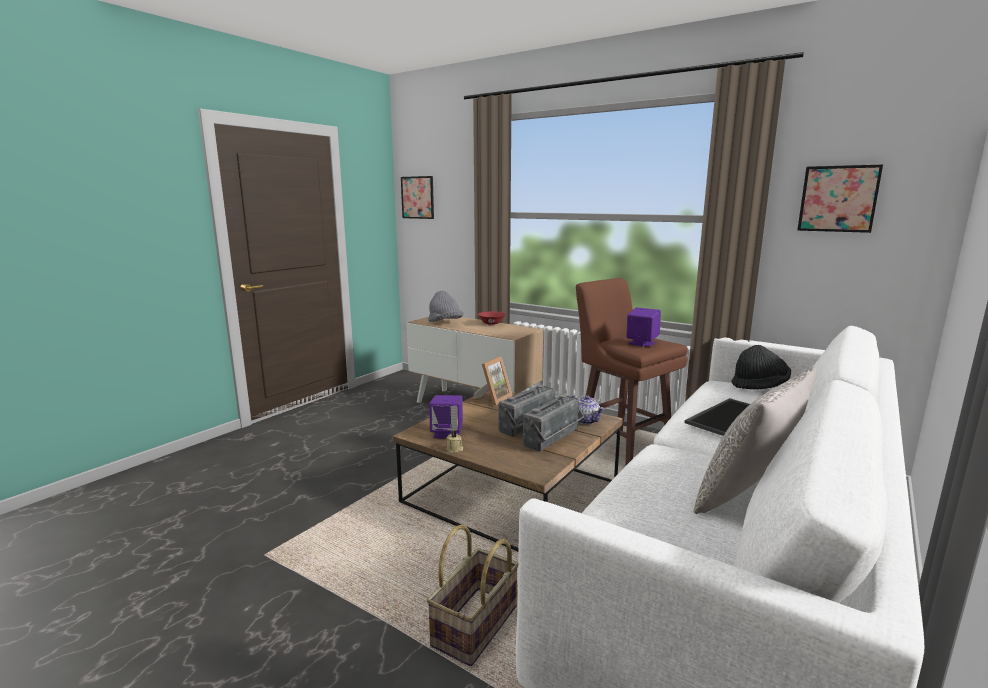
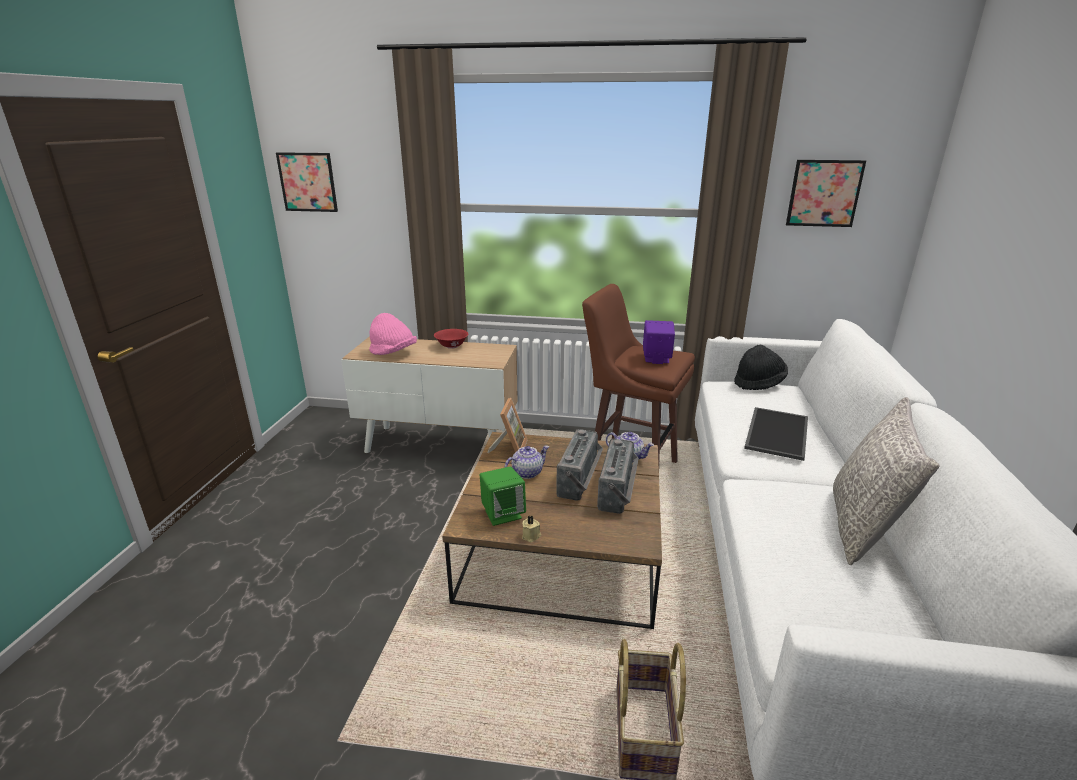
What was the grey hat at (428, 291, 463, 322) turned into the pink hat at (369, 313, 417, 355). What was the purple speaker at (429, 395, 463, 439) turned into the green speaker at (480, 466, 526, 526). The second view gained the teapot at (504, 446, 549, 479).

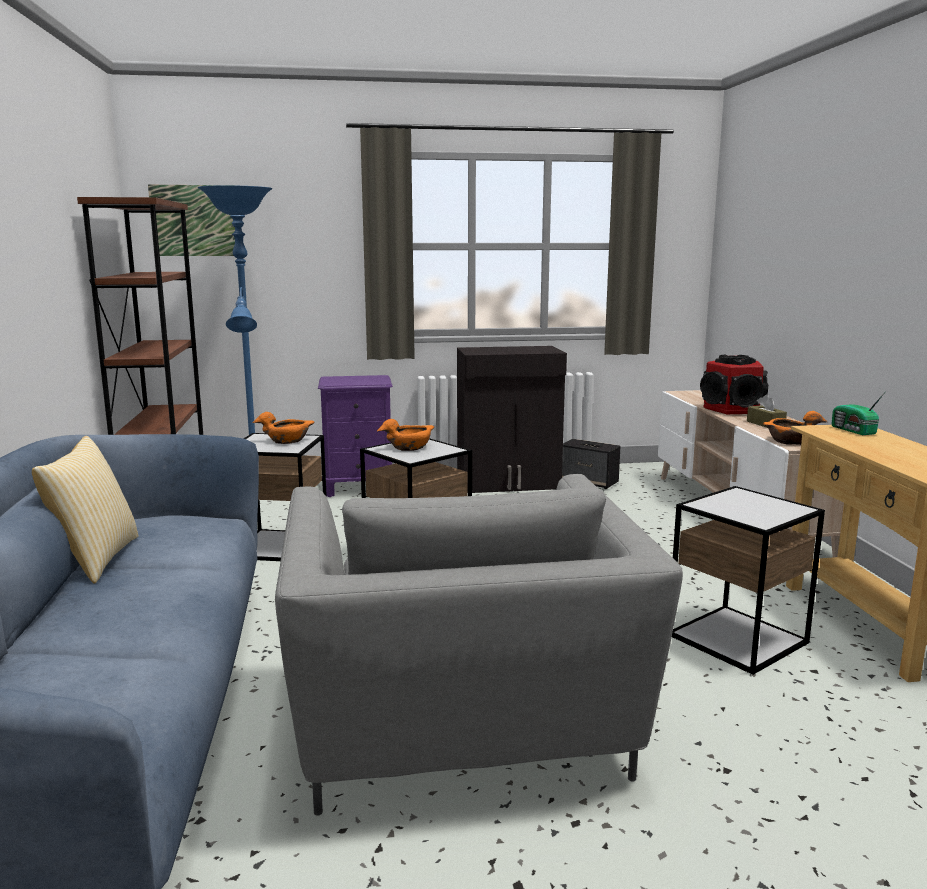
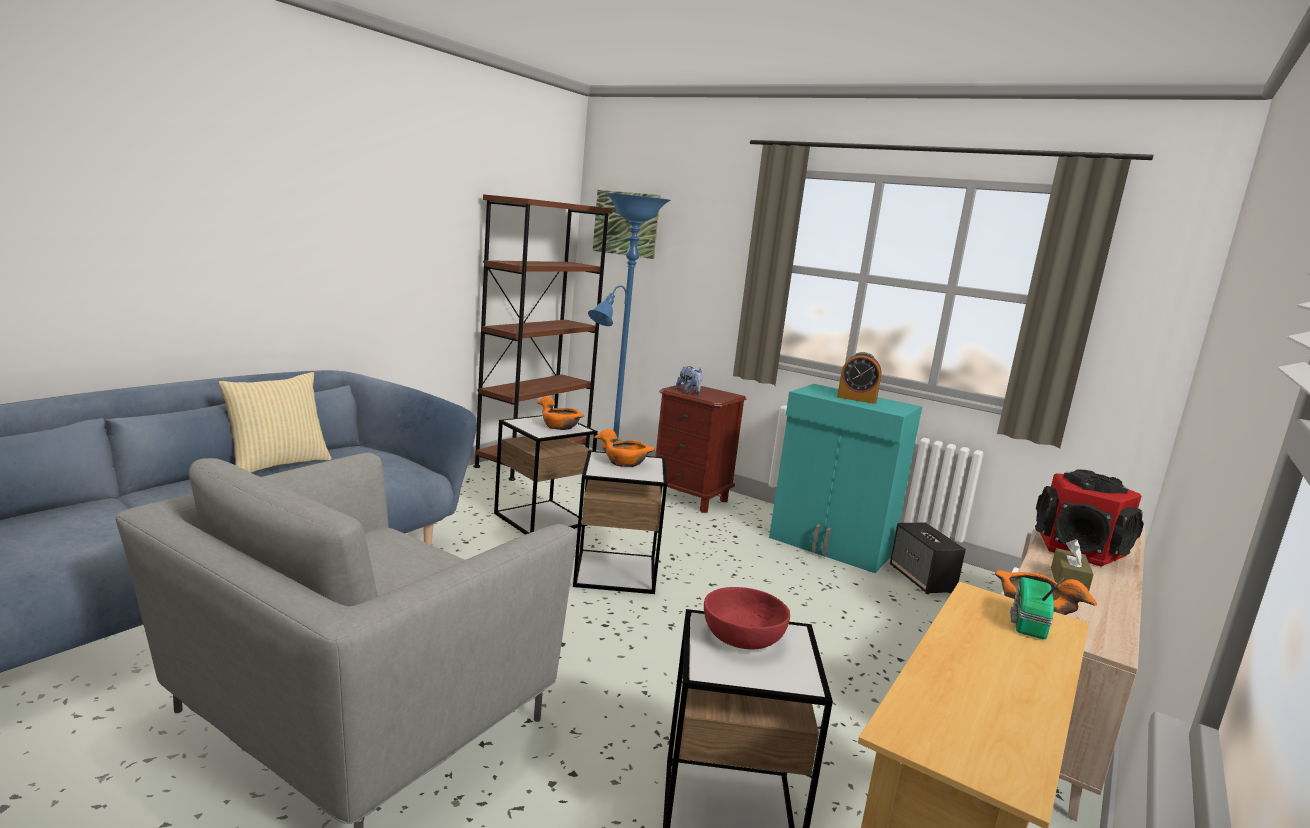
What was the black cabinet at (457, 346, 567, 493) turned into the turquoise cabinet at (769, 384, 922, 573). What was the purple nightstand at (318, 375, 393, 497) turned into the brown nightstand at (655, 384, 747, 513). The second view gained the alarm clock at (837, 352, 881, 404). The second view gained the plush toy at (676, 366, 702, 394). The second view gained the red bowl at (704, 587, 790, 650).

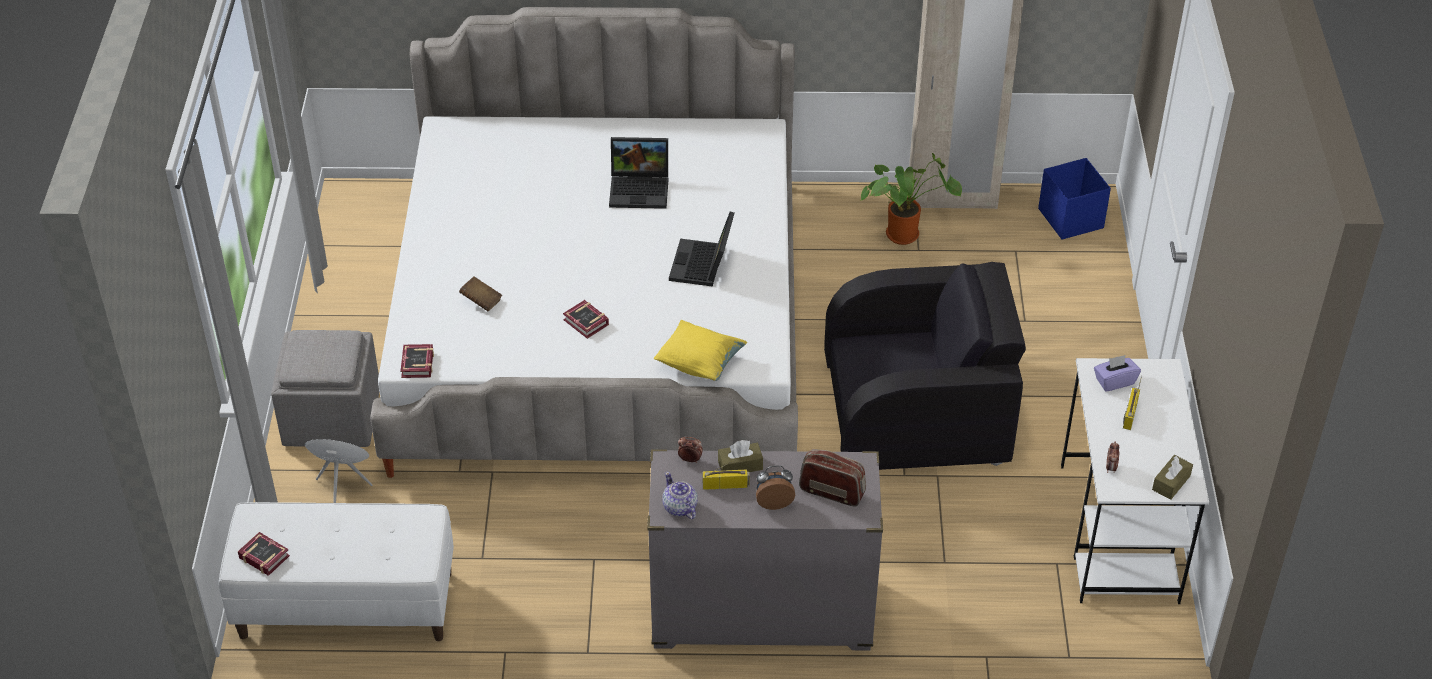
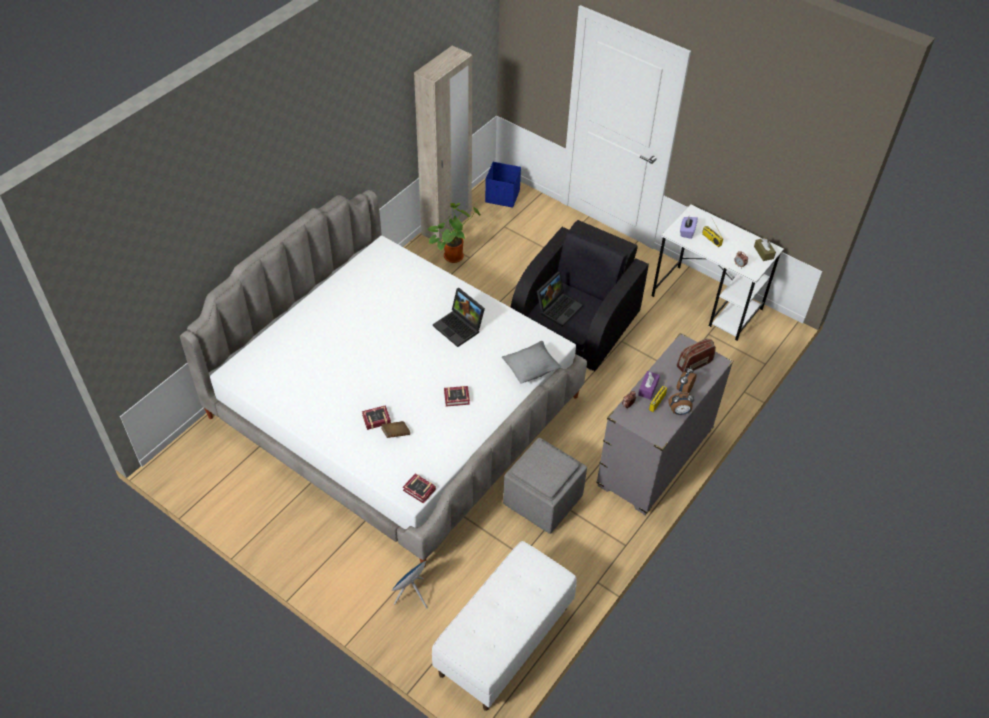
The laptop ended up elsewhere, having gone from (609, 137, 668, 209) to (537, 272, 583, 327). What was the yellow pillow at (654, 320, 747, 381) turned into the grey pillow at (502, 341, 561, 384). The grey ottoman ended up elsewhere, having gone from (271, 330, 379, 447) to (503, 438, 587, 534). What was the brown tissue box at (718, 440, 763, 472) turned into the purple tissue box at (638, 371, 660, 400). The second view lost the teapot at (663, 472, 698, 519). The book ended up elsewhere, having gone from (238, 532, 290, 576) to (362, 405, 391, 430). The second view gained the alarm clock at (668, 392, 694, 415).

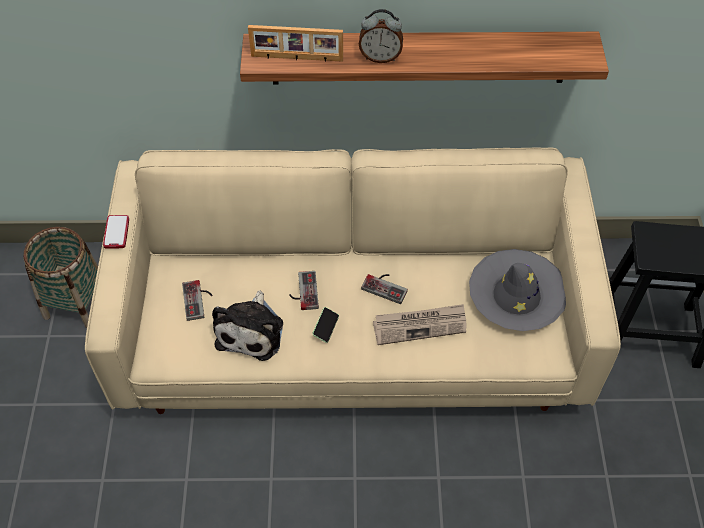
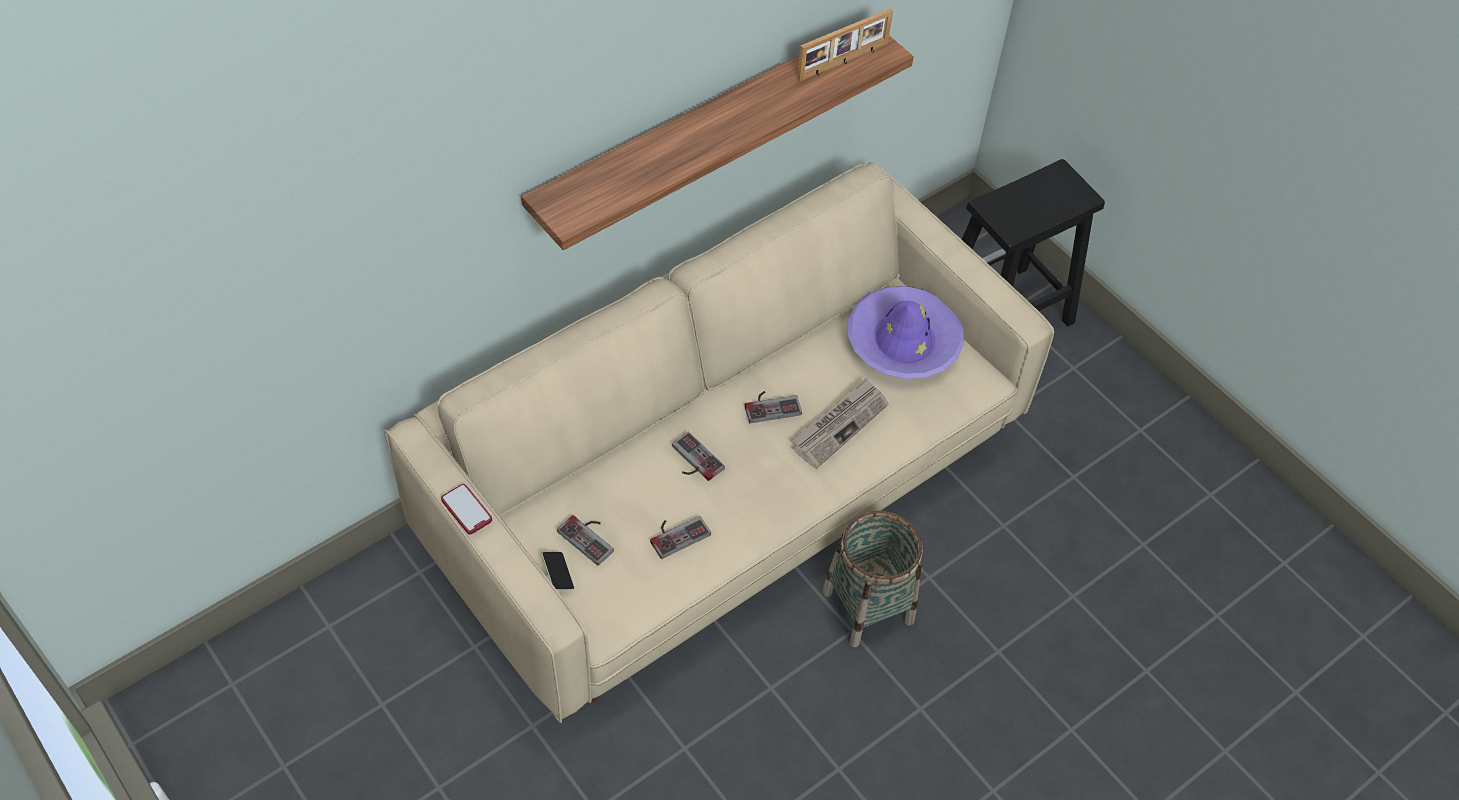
The second view lost the alarm clock at (359, 9, 403, 63). The picture frame ended up elsewhere, having gone from (248, 25, 343, 62) to (797, 8, 893, 81). The basket ended up elsewhere, having gone from (24, 227, 98, 328) to (822, 511, 923, 647). What was the grey hat at (469, 249, 566, 331) turned into the purple hat at (847, 286, 964, 379). Where the plush toy stood at (212, 290, 283, 361), the game controller came to stand at (650, 516, 711, 559). The phone ended up elsewhere, having gone from (312, 307, 339, 343) to (541, 552, 574, 591).

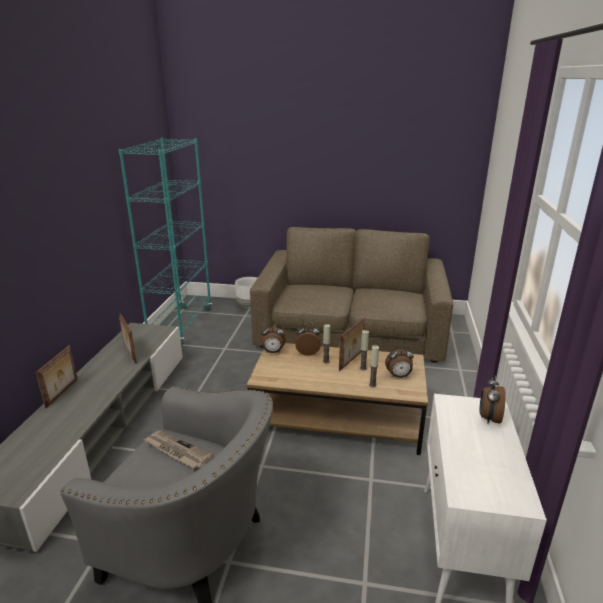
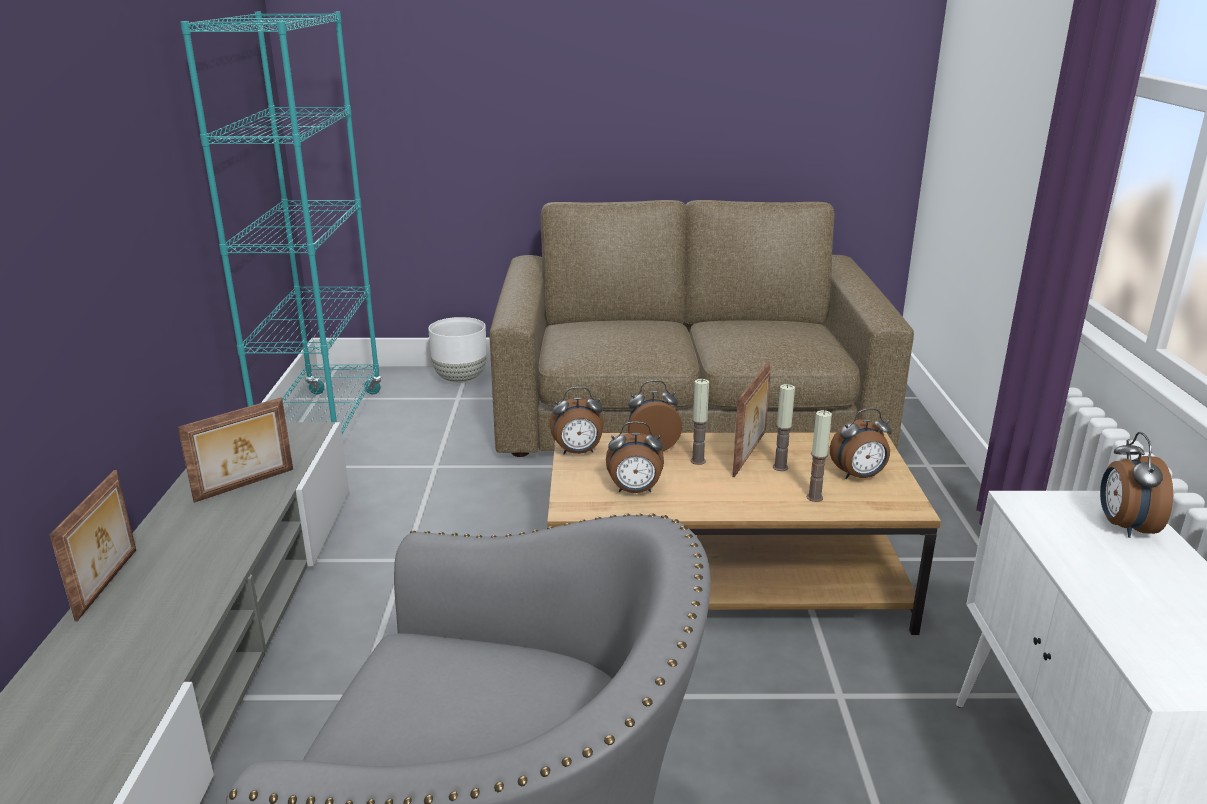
The picture frame at (119, 313, 137, 364) ended up facing another way, 90 degrees counterclockwise from before. The second view lost the newspaper at (143, 431, 213, 469). The second view gained the alarm clock at (606, 422, 664, 493).

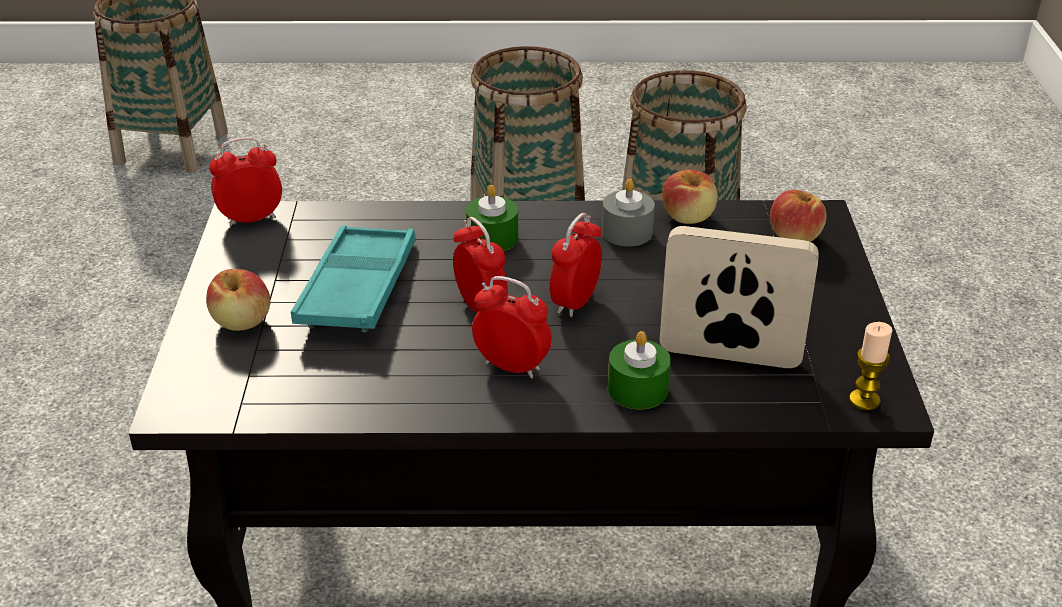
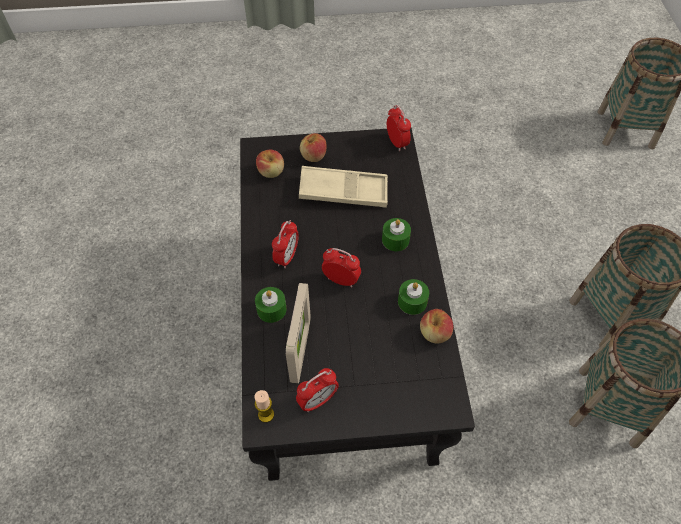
What was the grey candle at (602, 179, 655, 246) turned into the green candle at (398, 279, 429, 315). The apple ended up elsewhere, having gone from (770, 190, 826, 242) to (256, 150, 284, 178). The alarm clock ended up elsewhere, having gone from (453, 217, 508, 313) to (296, 368, 339, 412). What was the turquoise tray at (291, 225, 416, 332) turned into the beige tray at (299, 166, 388, 208).

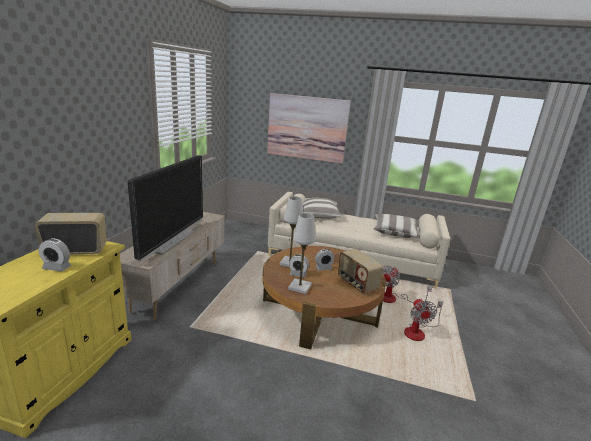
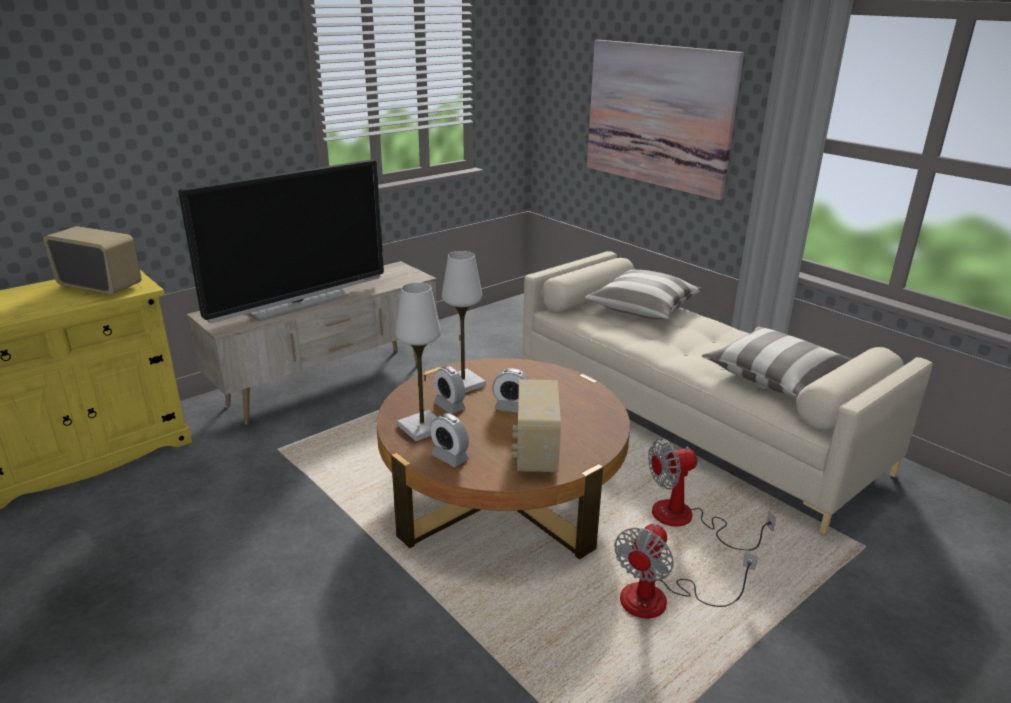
The alarm clock ended up elsewhere, having gone from (38, 239, 72, 272) to (430, 413, 469, 467).

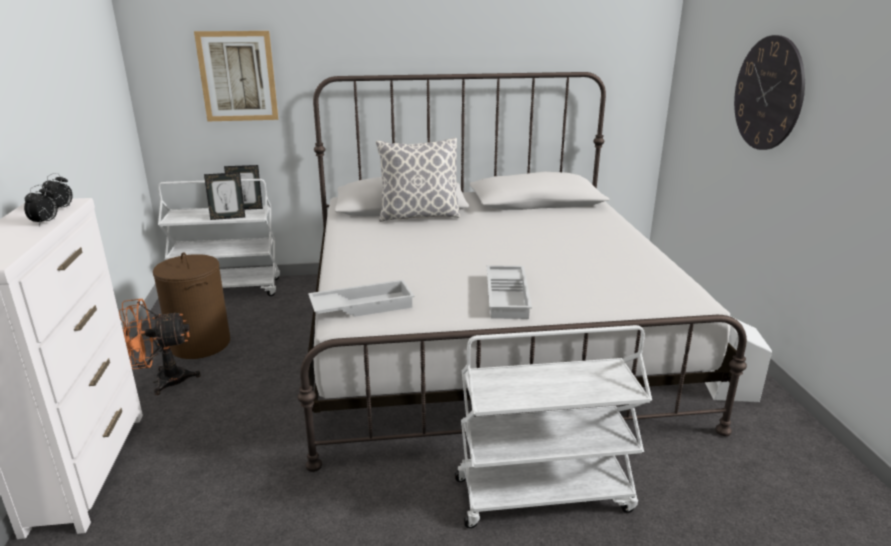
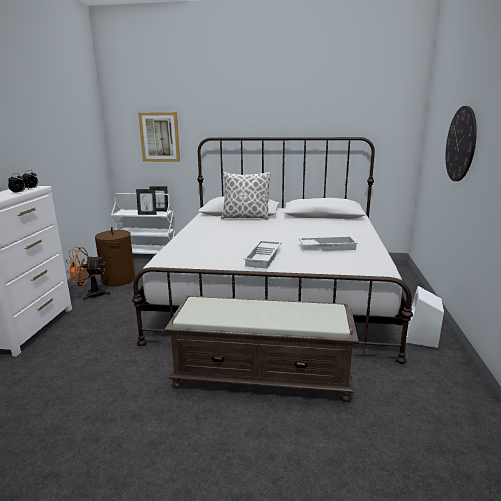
The white tray ended up elsewhere, having gone from (308, 280, 415, 317) to (299, 236, 358, 251). Where the white cart stood at (455, 325, 652, 528), the brown bench came to stand at (164, 296, 359, 402).

